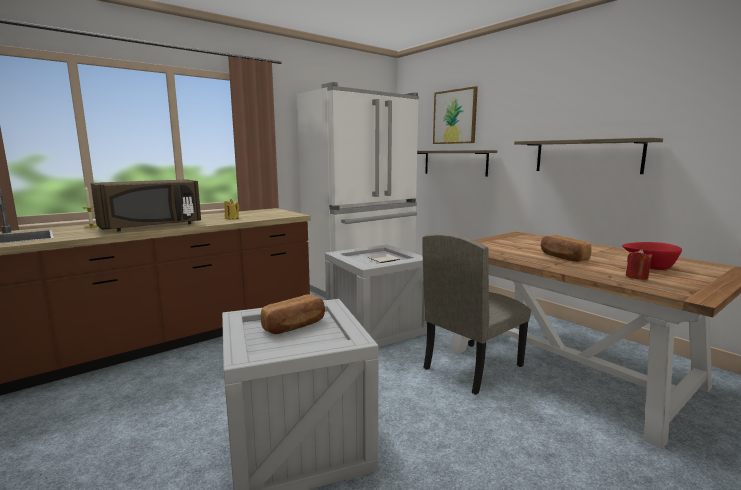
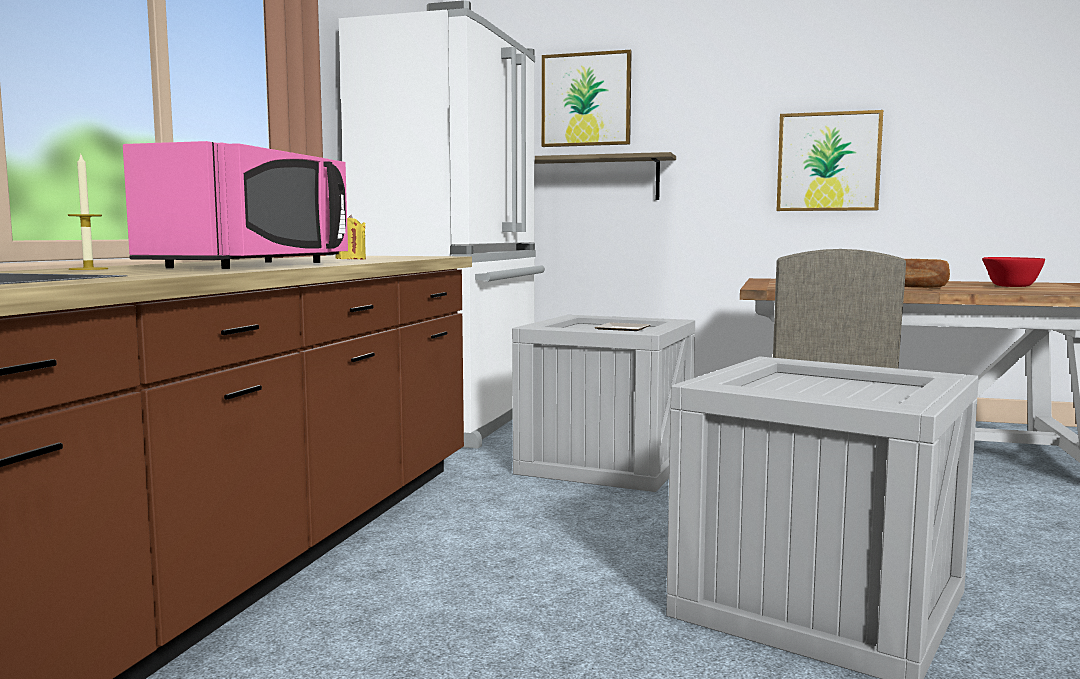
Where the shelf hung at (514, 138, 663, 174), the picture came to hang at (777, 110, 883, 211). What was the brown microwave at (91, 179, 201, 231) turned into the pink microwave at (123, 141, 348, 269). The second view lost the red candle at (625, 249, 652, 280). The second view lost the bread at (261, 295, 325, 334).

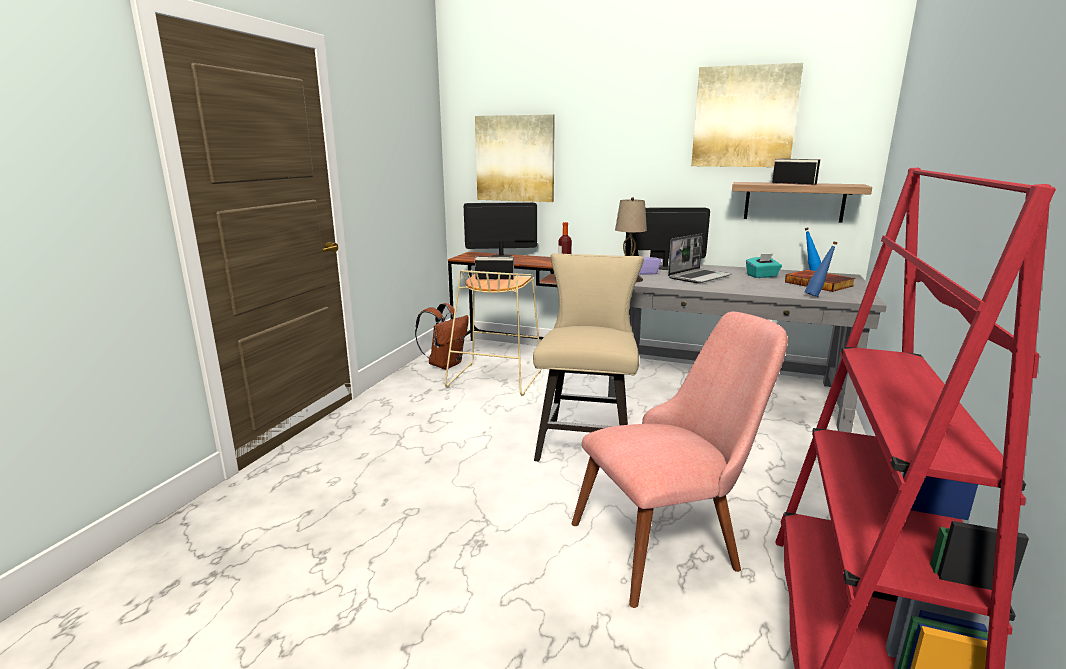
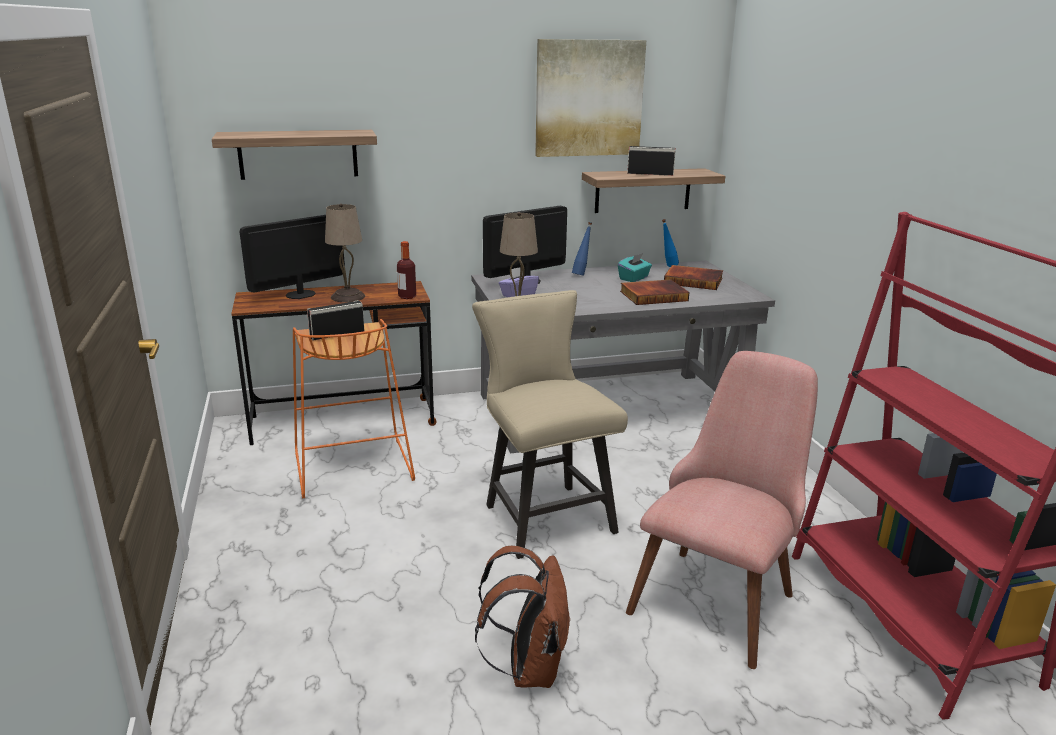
Where the picture hung at (475, 114, 555, 202), the shelf came to hang at (212, 130, 377, 180). The second view lost the laptop at (668, 233, 732, 284). The blue bottle ended up elsewhere, having gone from (805, 241, 837, 297) to (572, 222, 592, 276). What was the beige stool at (445, 270, 541, 396) turned into the orange stool at (293, 319, 415, 498). The brown backpack ended up elsewhere, having gone from (415, 303, 469, 370) to (475, 546, 571, 688). The second view gained the beige table lamp at (325, 204, 365, 302). The second view gained the book at (620, 279, 689, 305).

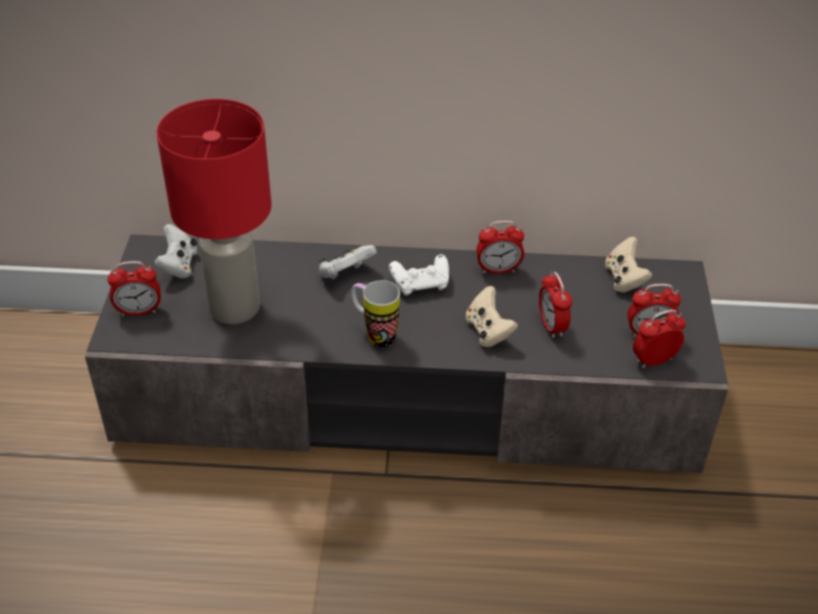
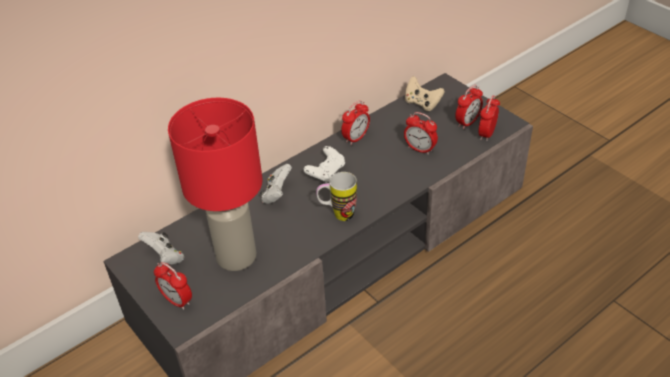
The alarm clock at (107, 261, 161, 317) ended up facing another way, 90 degrees clockwise from before. The second view lost the beige game controller at (466, 286, 518, 347).

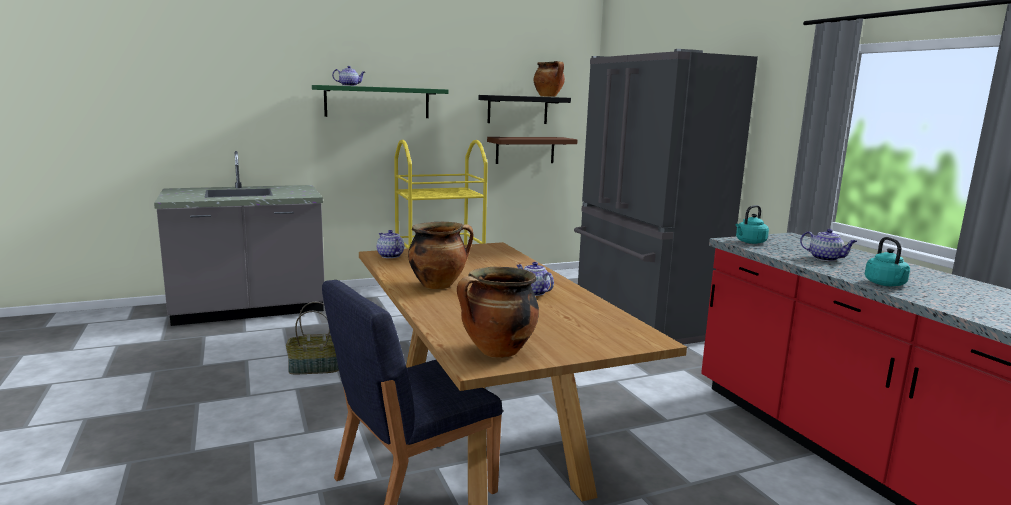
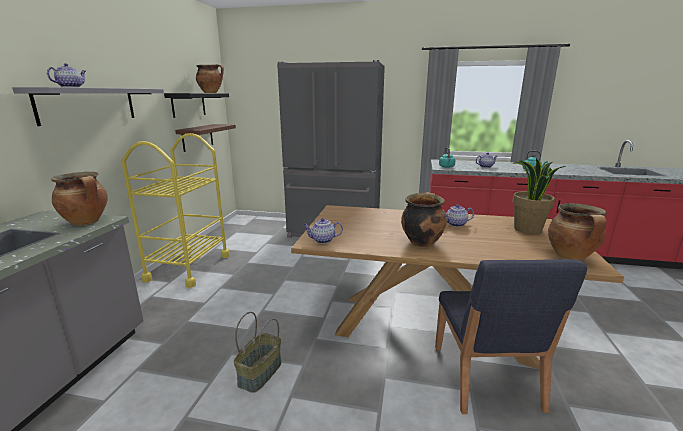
What was the green shelf at (312, 85, 449, 118) turned into the grey shelf at (12, 87, 164, 126). The second view gained the potted plant at (512, 158, 566, 234). The second view gained the cooking pot at (51, 172, 108, 225).

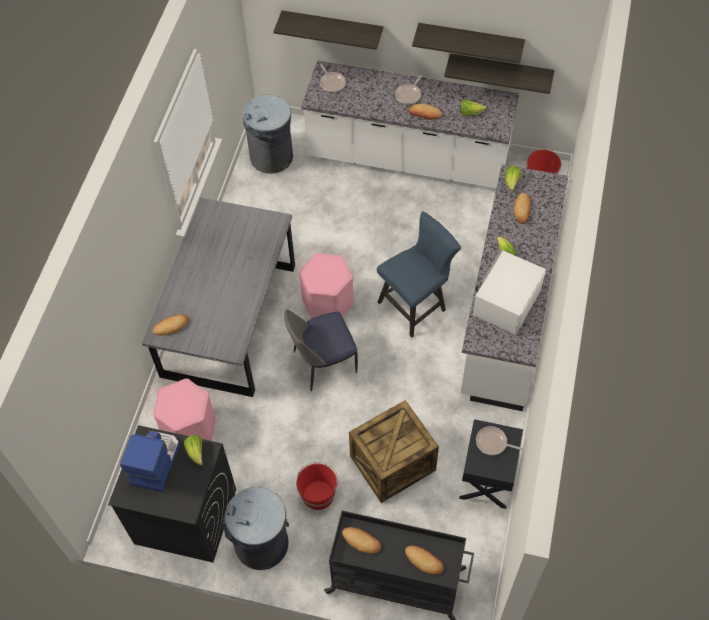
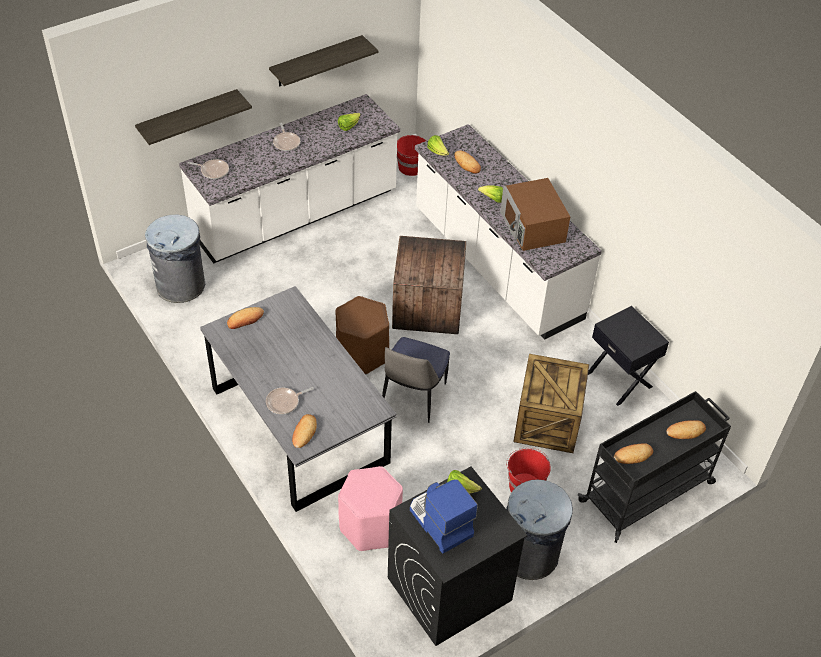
The second view lost the shelf at (444, 53, 554, 94). The bread ended up elsewhere, having gone from (409, 104, 442, 120) to (227, 307, 264, 329). Where the blue chair stood at (377, 211, 461, 338), the crate came to stand at (392, 236, 466, 334). What was the white microwave at (472, 249, 546, 335) turned into the brown microwave at (500, 178, 570, 251). What was the pink stool at (299, 253, 354, 319) turned into the brown stool at (335, 296, 389, 375). The frying pan ended up elsewhere, having gone from (476, 426, 524, 455) to (266, 387, 314, 415).

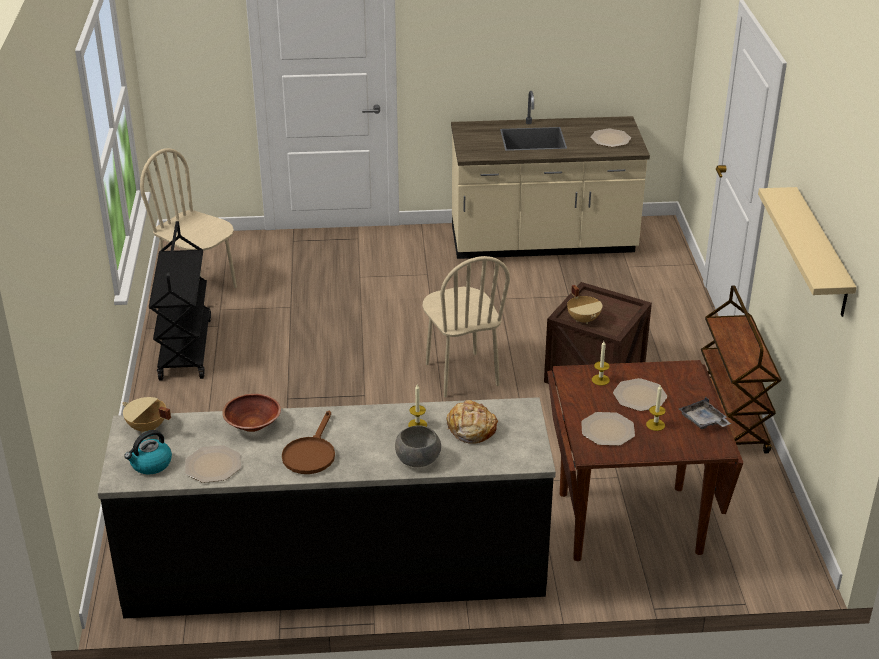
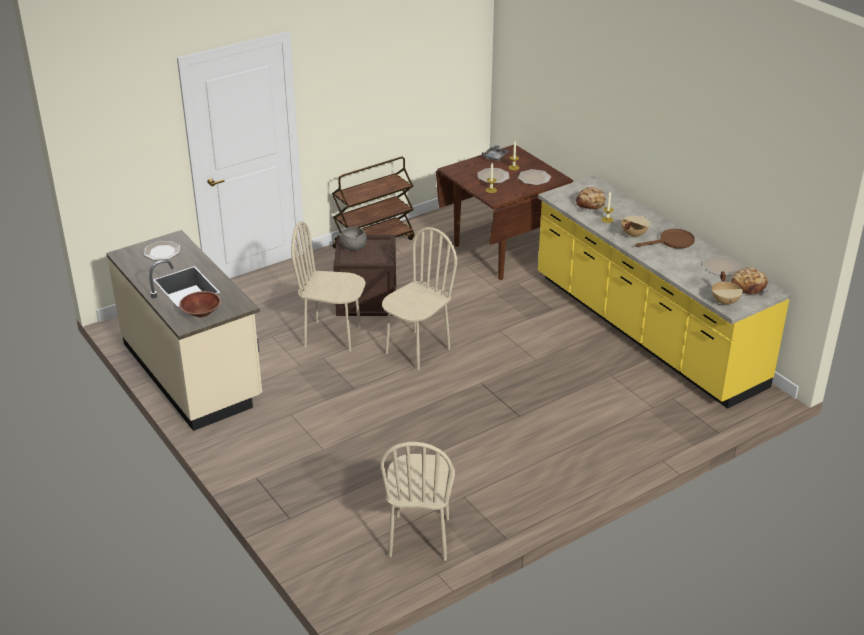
The second view lost the beige shelf at (758, 187, 857, 317). The second view lost the black cart at (149, 221, 211, 381). The beige cooking pot ended up elsewhere, having gone from (567, 285, 602, 324) to (621, 216, 650, 238). The brown bowl ended up elsewhere, having gone from (222, 394, 281, 432) to (179, 291, 221, 317). What was the black counter at (98, 397, 556, 619) turned into the yellow counter at (538, 175, 791, 409). The grey bowl ended up elsewhere, having gone from (395, 425, 441, 467) to (340, 227, 367, 250). Where the kettle stood at (124, 430, 172, 475), the bread came to stand at (731, 267, 768, 294). The second view gained the beige chair at (291, 221, 366, 352).

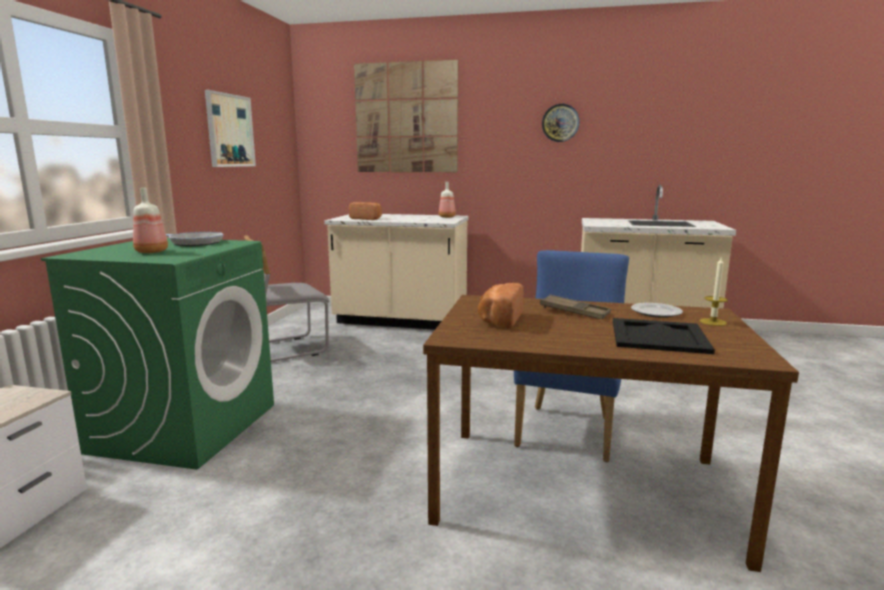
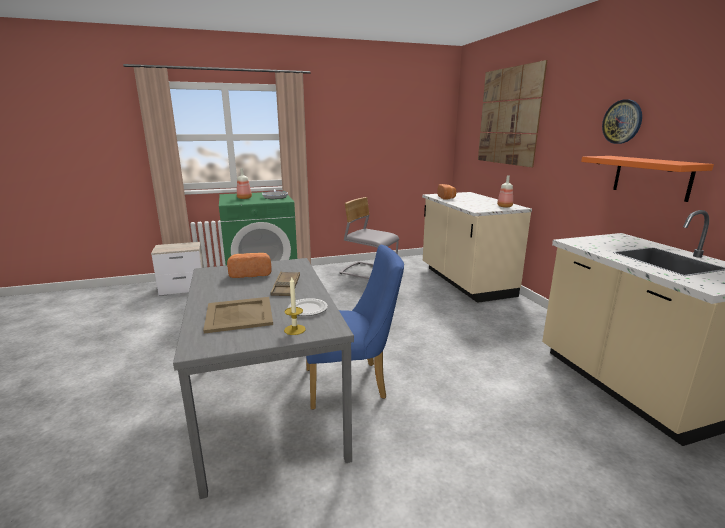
The second view lost the picture at (205, 90, 256, 167). What was the brown dining table at (423, 295, 799, 572) turned into the grey dining table at (173, 258, 354, 499). What was the black tray at (613, 318, 715, 354) turned into the beige tray at (203, 297, 273, 334). The second view gained the orange shelf at (581, 156, 714, 202).

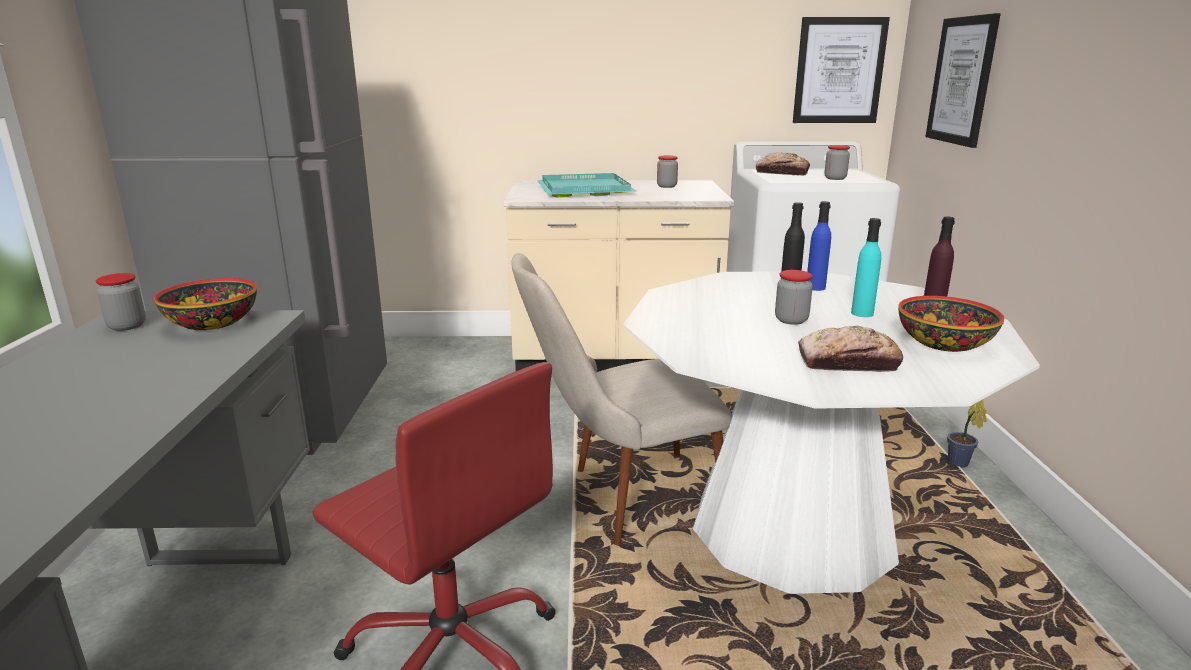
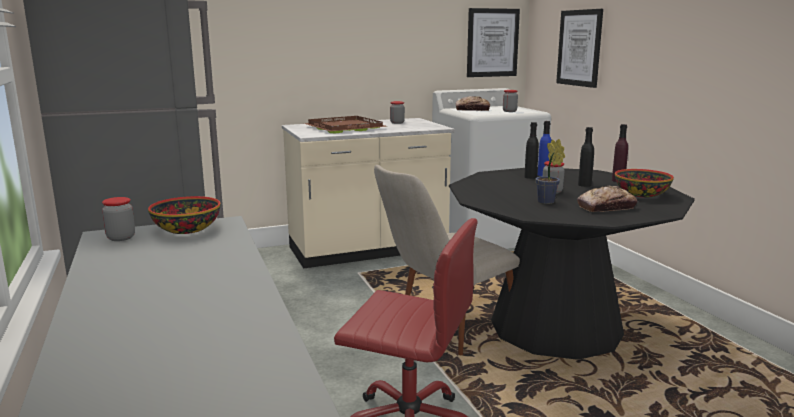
What was the turquoise tray at (537, 173, 638, 198) turned into the brown tray at (304, 116, 387, 134). What was the turquoise bottle at (851, 218, 881, 317) turned into the black bottle at (578, 127, 594, 187). What was the white dining table at (623, 271, 1040, 594) turned into the black dining table at (449, 168, 695, 360). The potted plant ended up elsewhere, having gone from (947, 400, 987, 468) to (535, 139, 565, 204).

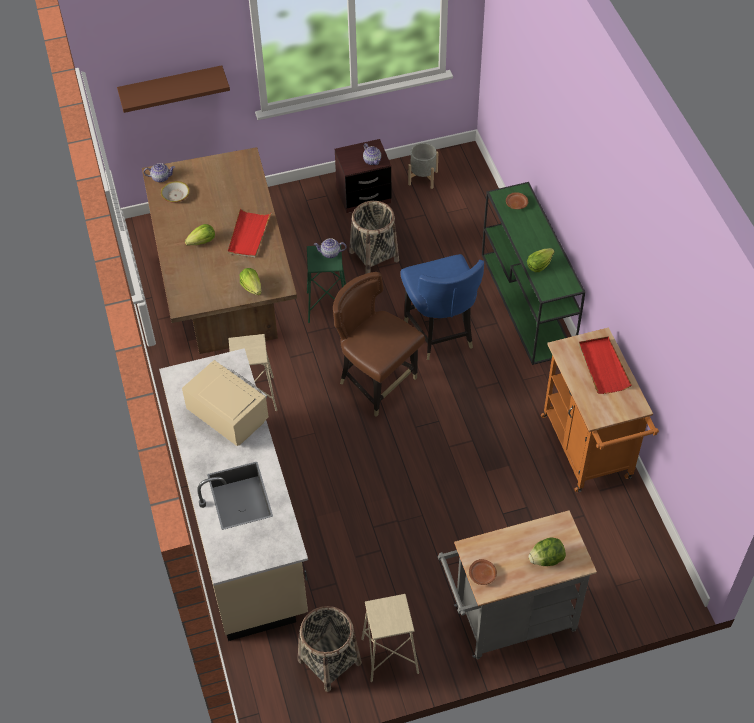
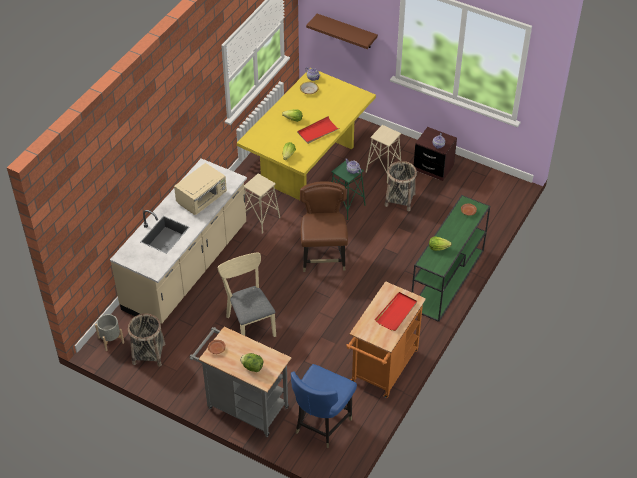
The grey planter ended up elsewhere, having gone from (408, 143, 438, 189) to (95, 314, 124, 351). What was the brown dining table at (142, 147, 297, 354) turned into the yellow dining table at (237, 68, 376, 200). The blue chair ended up elsewhere, having gone from (400, 254, 484, 360) to (291, 364, 357, 448). The beige microwave at (182, 360, 269, 446) ended up facing another way, 45 degrees clockwise from before. The beige stool ended up elsewhere, having gone from (361, 594, 419, 682) to (366, 125, 401, 184). The second view gained the beige chair at (218, 252, 276, 337).

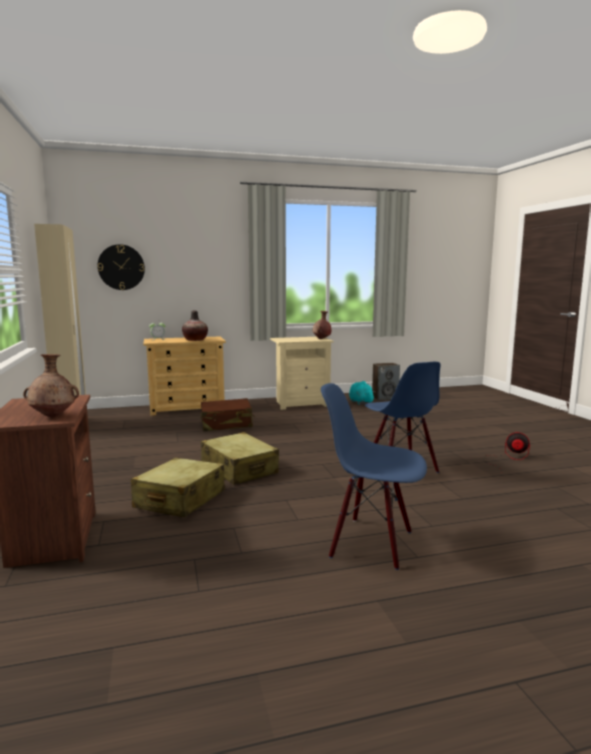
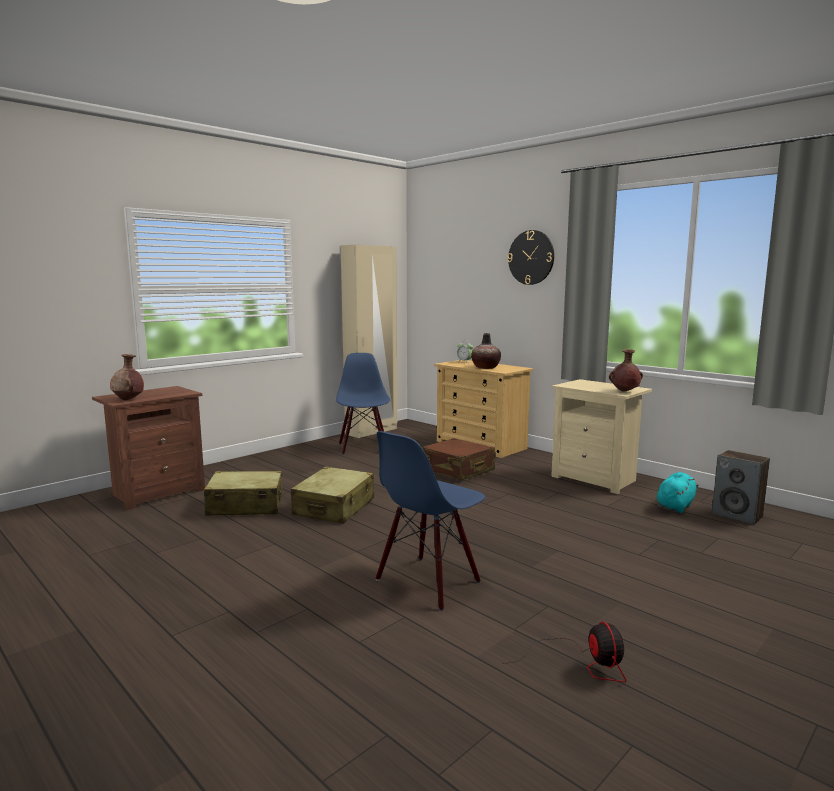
The wall clock ended up elsewhere, having gone from (97, 244, 145, 290) to (507, 230, 554, 285). The blue chair ended up elsewhere, having gone from (321, 383, 427, 570) to (336, 353, 390, 454).

